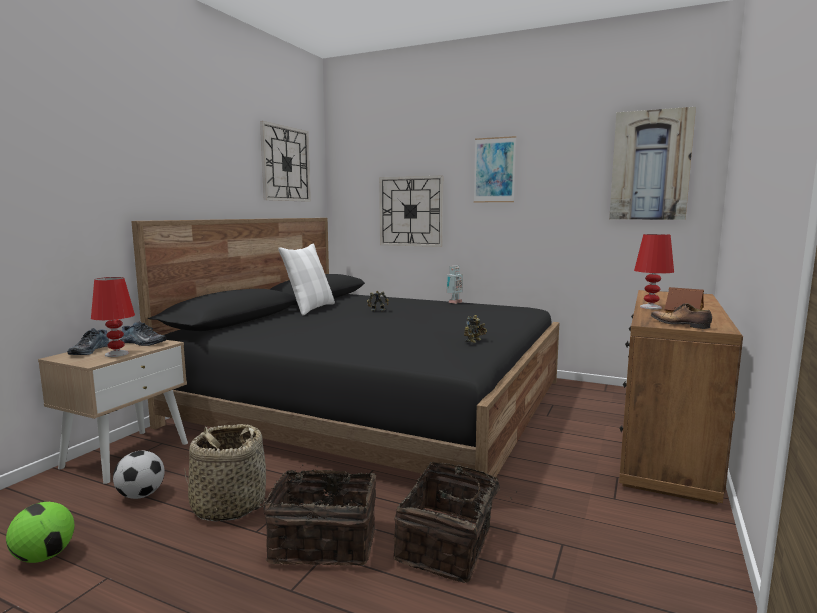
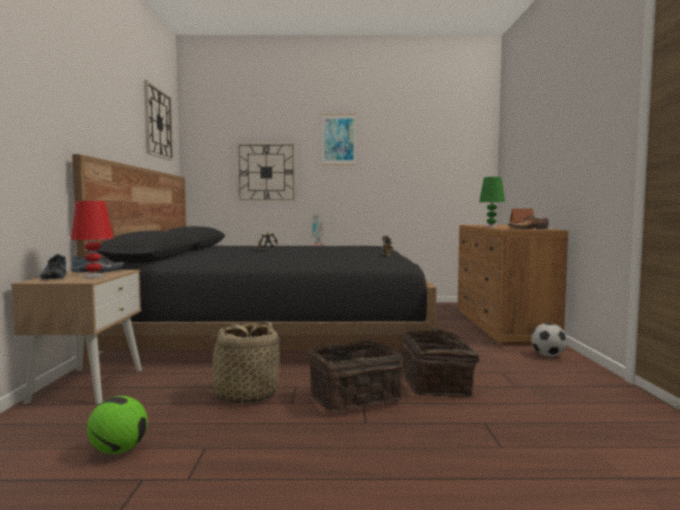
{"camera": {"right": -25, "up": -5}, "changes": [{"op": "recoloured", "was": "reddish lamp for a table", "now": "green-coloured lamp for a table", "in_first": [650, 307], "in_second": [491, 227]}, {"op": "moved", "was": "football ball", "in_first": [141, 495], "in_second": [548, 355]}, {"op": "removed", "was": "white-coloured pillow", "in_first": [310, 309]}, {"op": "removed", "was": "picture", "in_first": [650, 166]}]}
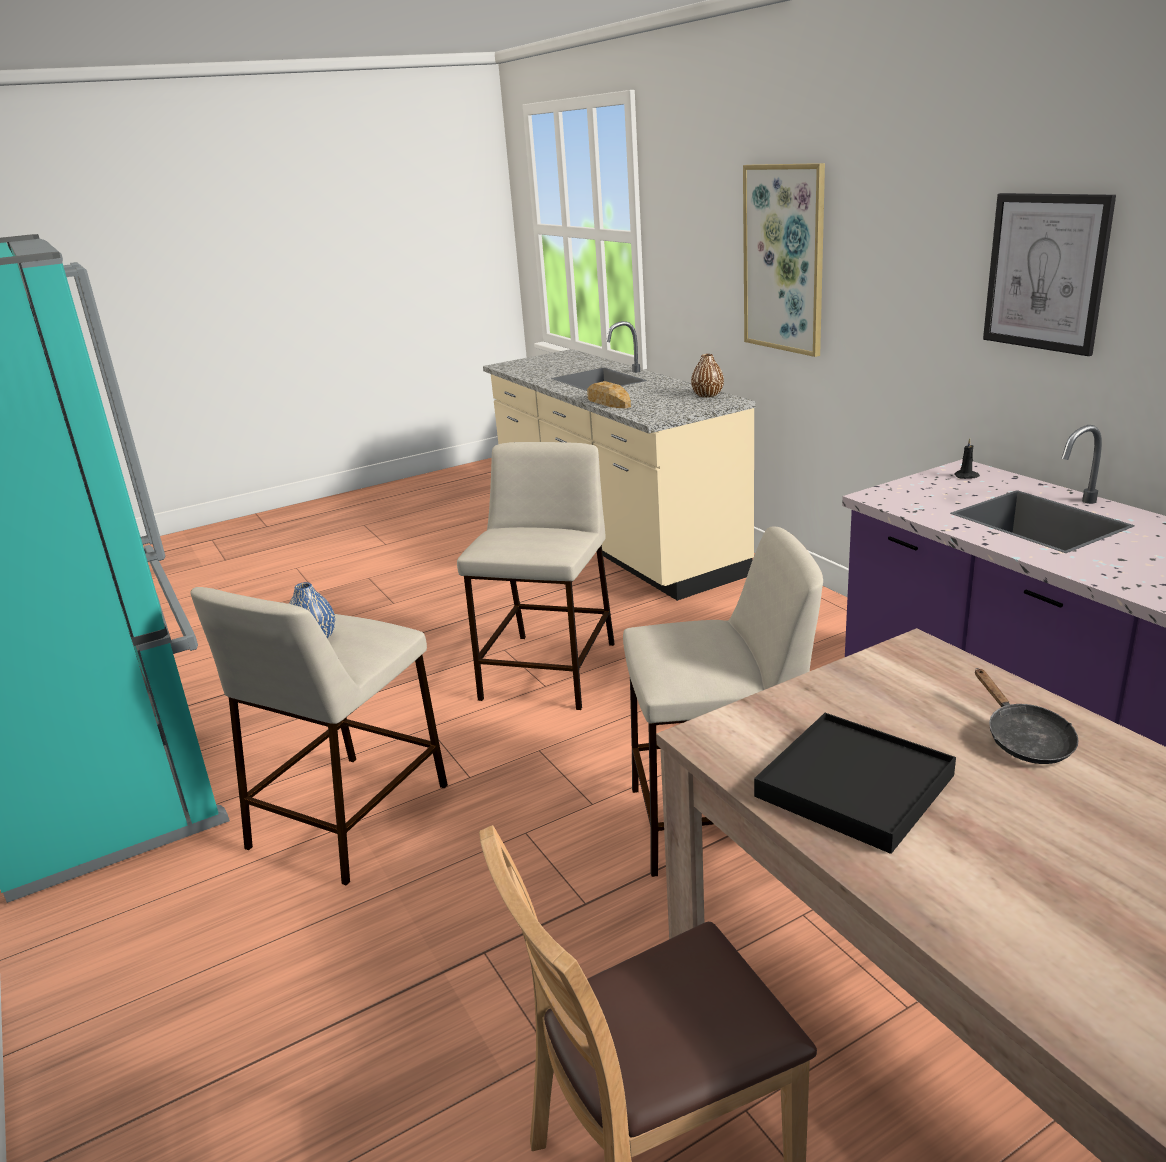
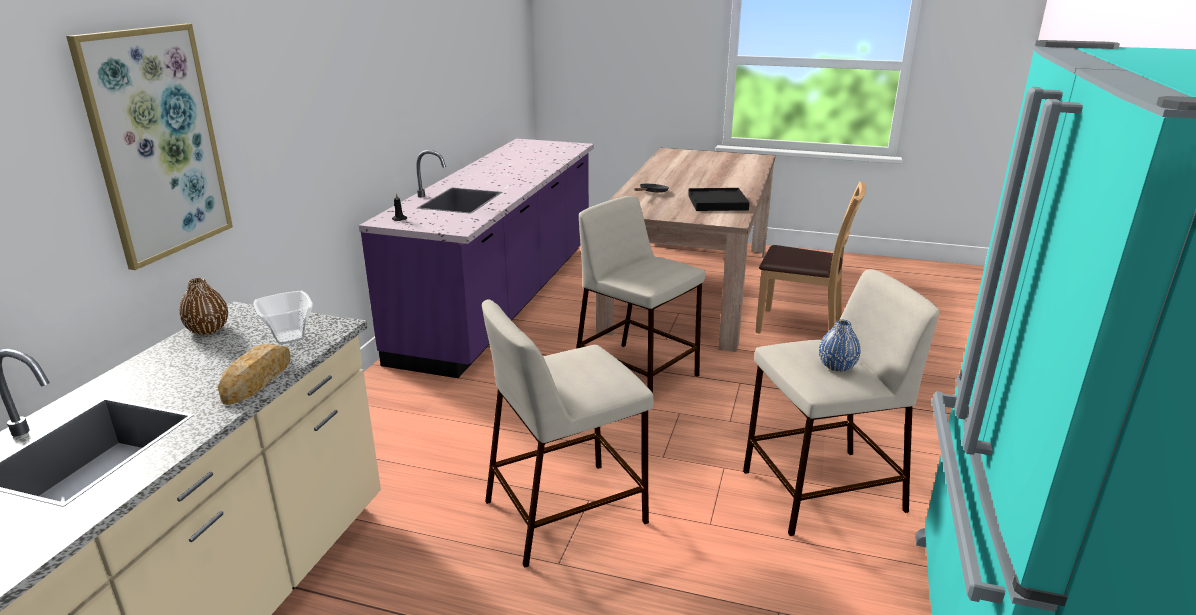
{"camera": {"right": -135, "up": 0}, "changes": [{"op": "added", "now": "bowl", "in_second": [288, 338]}, {"op": "removed", "was": "picture", "in_first": [1046, 272]}]}
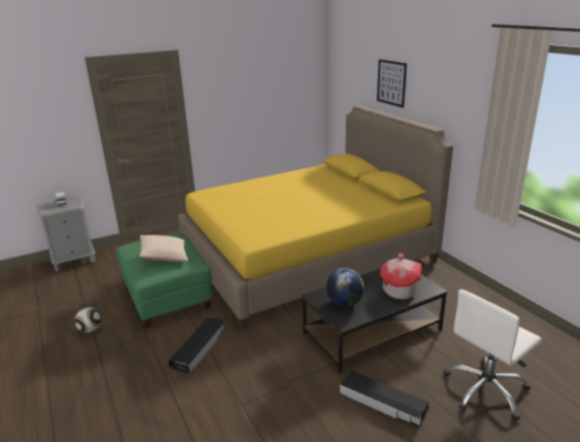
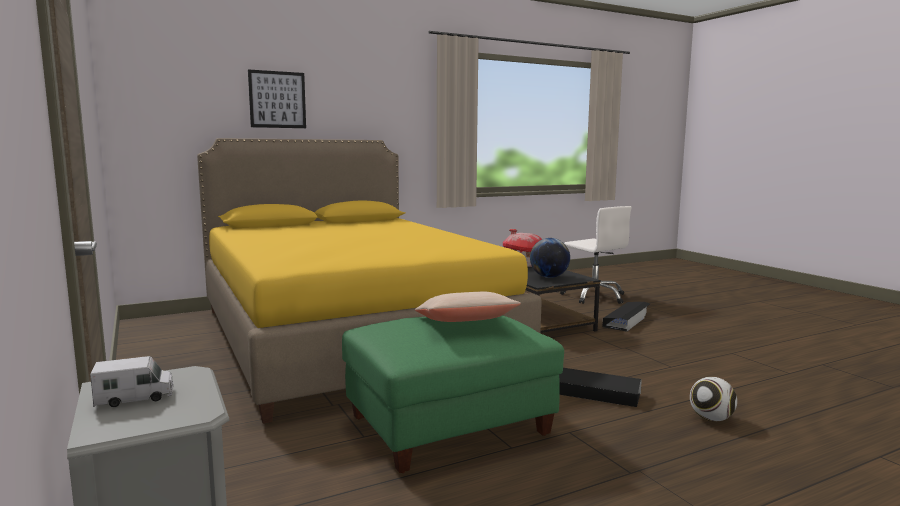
{"camera": {"right": -90, "up": -15}, "changes": [{"op": "moved", "was": "football ball", "in_first": [90, 330], "in_second": [711, 419]}]}
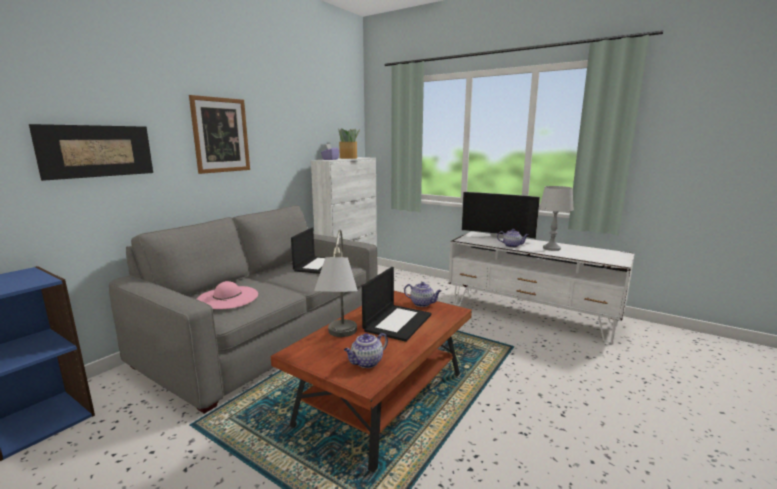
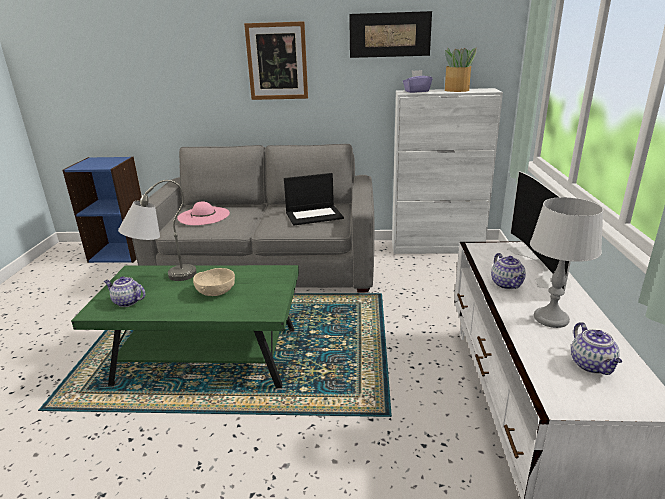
{"camera": {"right": 60, "up": 10}, "changes": [{"op": "recoloured", "was": "brownish low table", "now": "green-coloured low table", "in_first": [383, 400], "in_second": [207, 357]}, {"op": "replaced", "was": "portable computer", "now": "beige-coloured bowl", "in_first": [397, 322], "in_second": [216, 291]}, {"op": "moved", "was": "picture", "in_first": [97, 151], "in_second": [390, 35]}, {"op": "moved", "was": "teapot", "in_first": [422, 304], "in_second": [592, 365]}]}
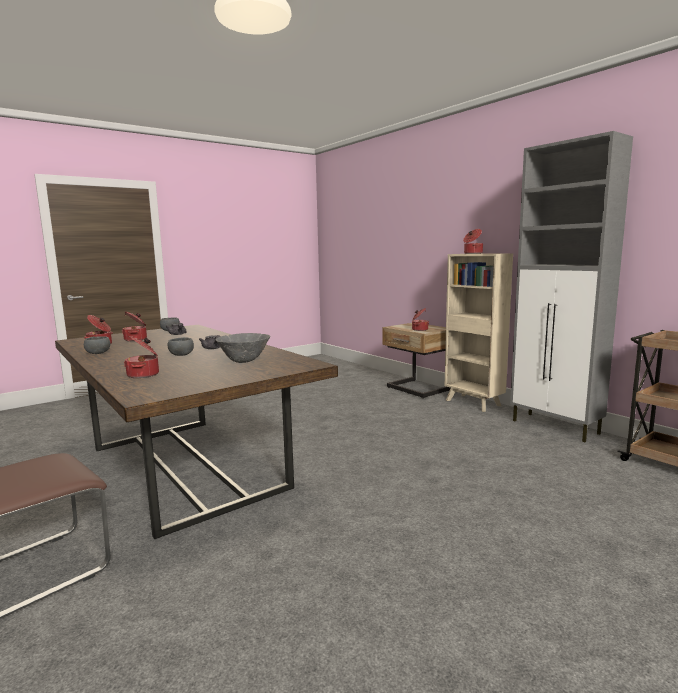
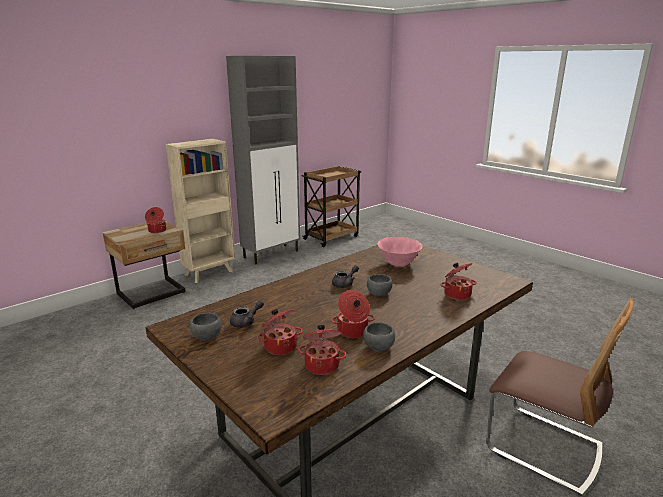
{"camera": {"right": -95, "up": 10}, "changes": [{"op": "moved", "was": "saucepot", "in_first": [472, 253], "in_second": [352, 331]}, {"op": "recoloured", "was": "grey bowl", "now": "pink bowl", "in_first": [244, 362], "in_second": [398, 264]}]}
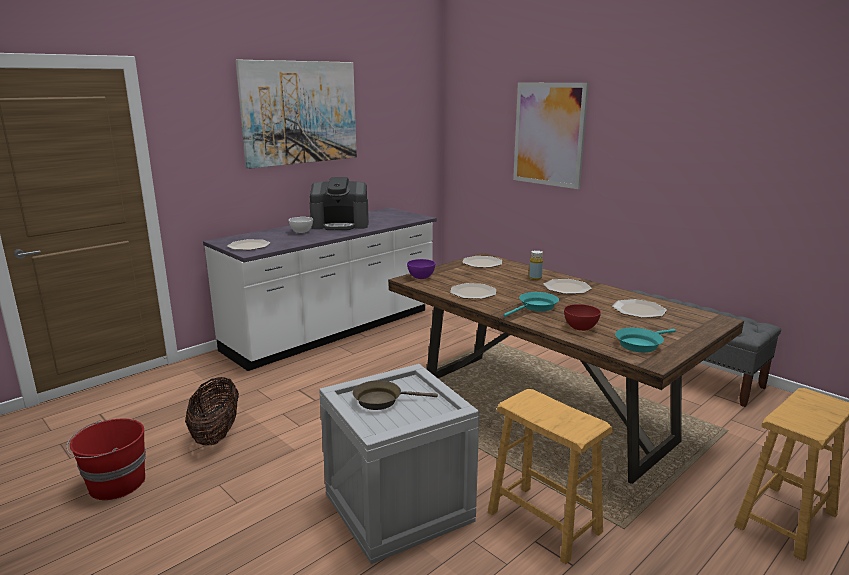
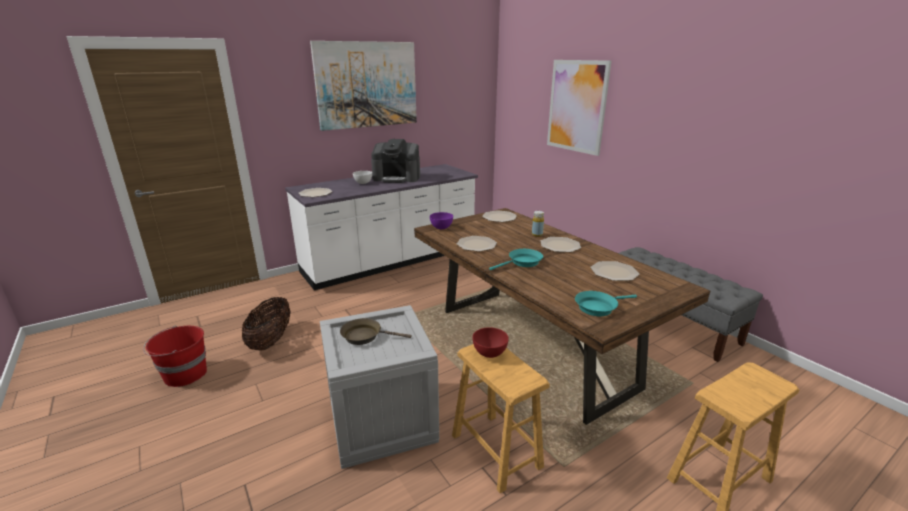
{"camera": {"right": 10, "up": 5}, "changes": [{"op": "moved", "was": "reddish bowl", "in_first": [580, 328], "in_second": [489, 353]}]}
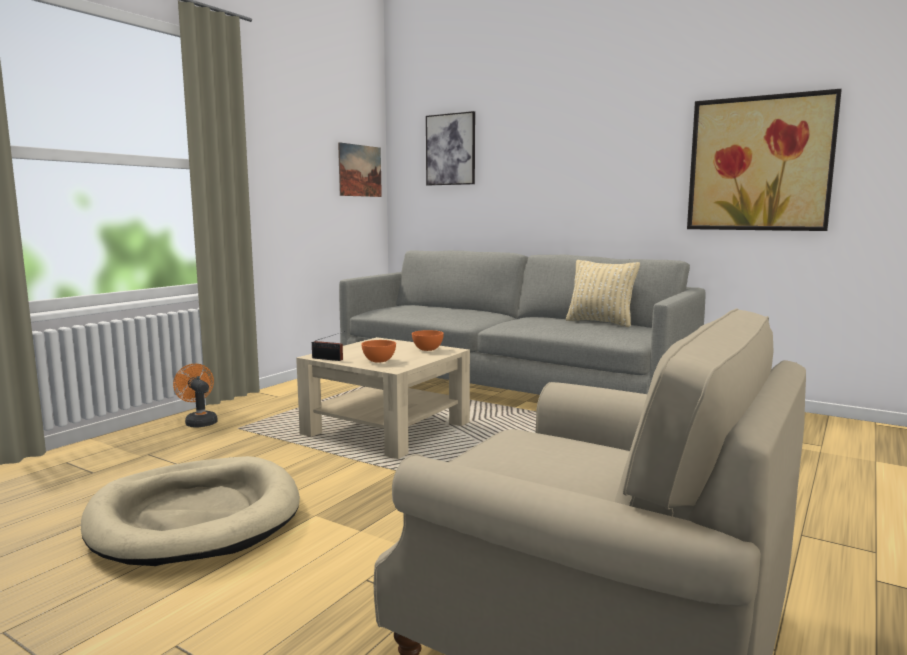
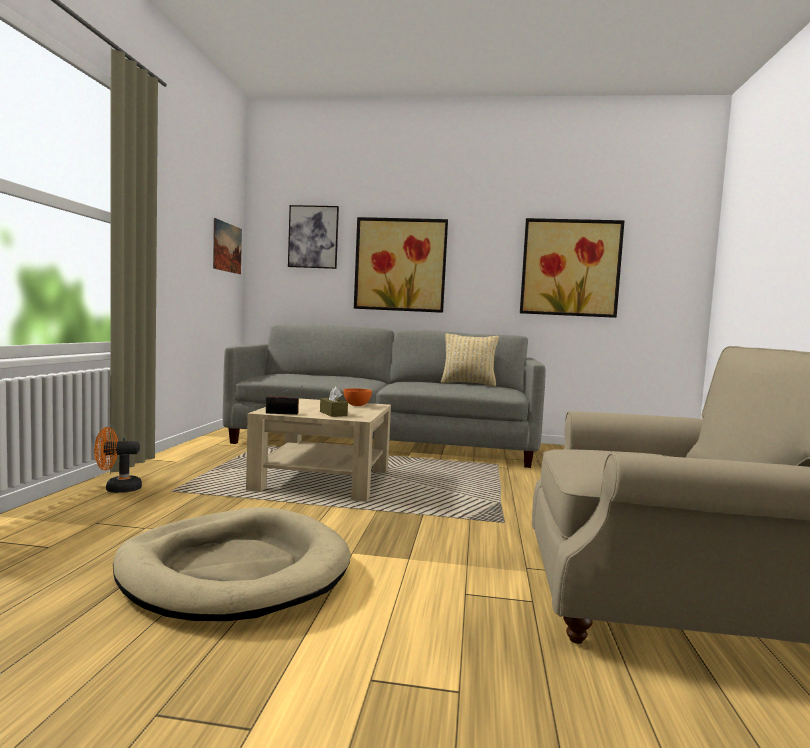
{"camera": {"right": -25, "up": -5}, "changes": [{"op": "turned", "was": "orangey fan", "in_first": [199, 422], "in_second": [117, 489], "clockwise": -45}, {"op": "replaced", "was": "orangey bowl", "now": "brownish tissue box", "in_first": [378, 361], "in_second": [333, 413]}, {"op": "added", "now": "picture", "in_second": [400, 265]}]}
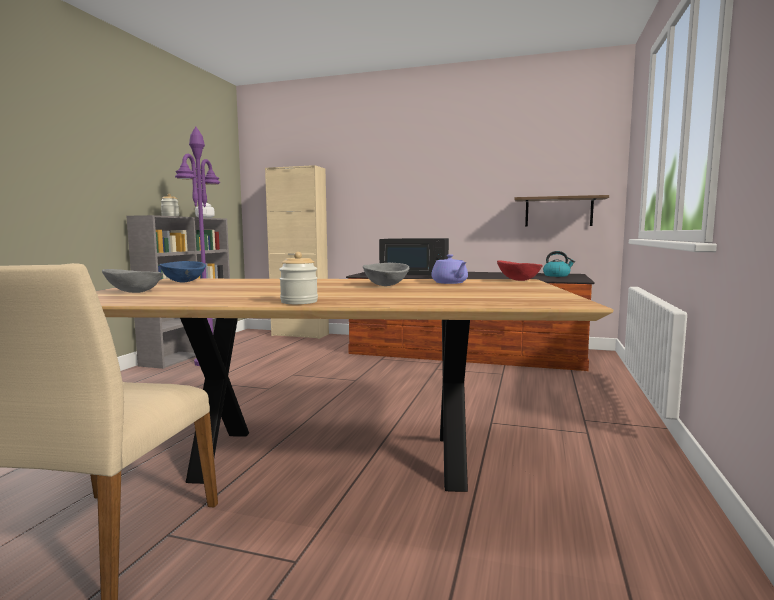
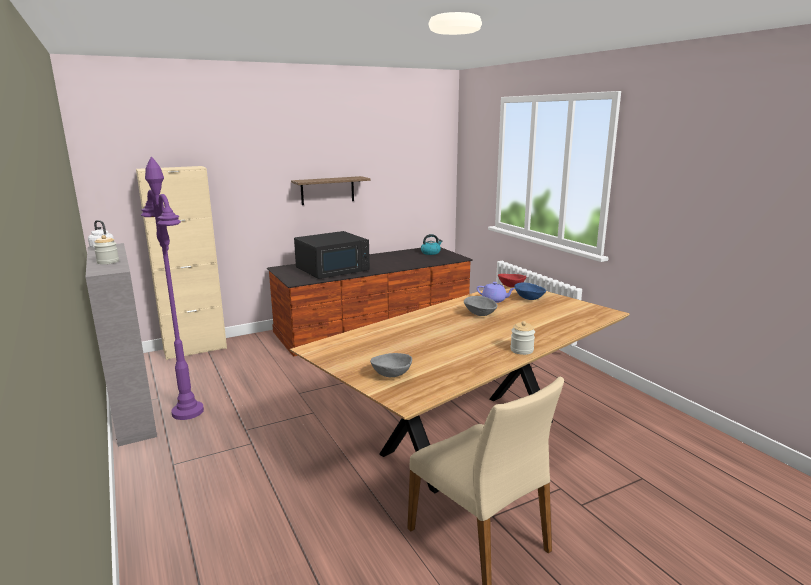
{"camera": {"right": -45, "up": 10}, "changes": [{"op": "moved", "was": "shelf", "in_first": [558, 212], "in_second": [327, 190]}, {"op": "moved", "was": "blue-coloured bowl", "in_first": [183, 282], "in_second": [529, 299]}]}
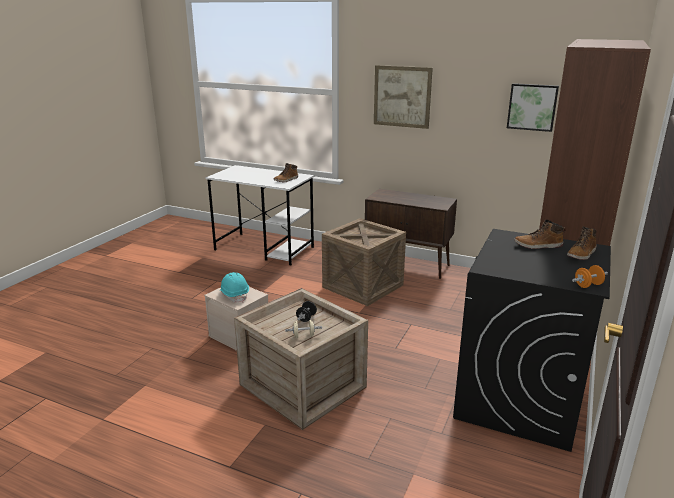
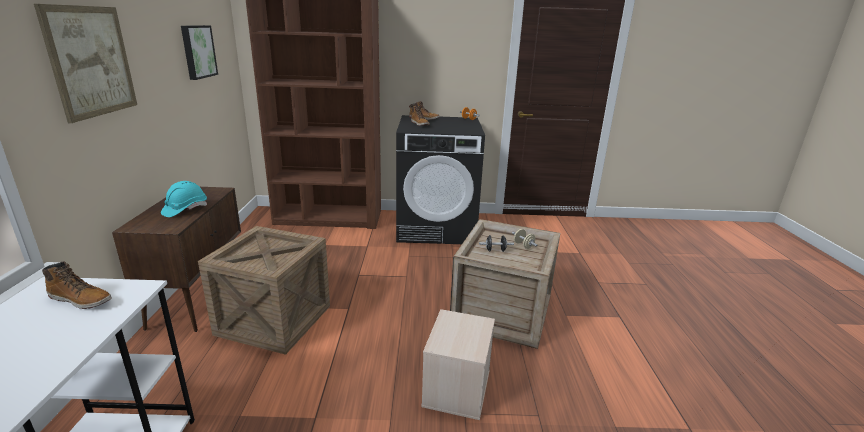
{"camera": {"right": -115, "up": 0}, "changes": [{"op": "moved", "was": "turquoise work helmet", "in_first": [234, 295], "in_second": [185, 209]}]}
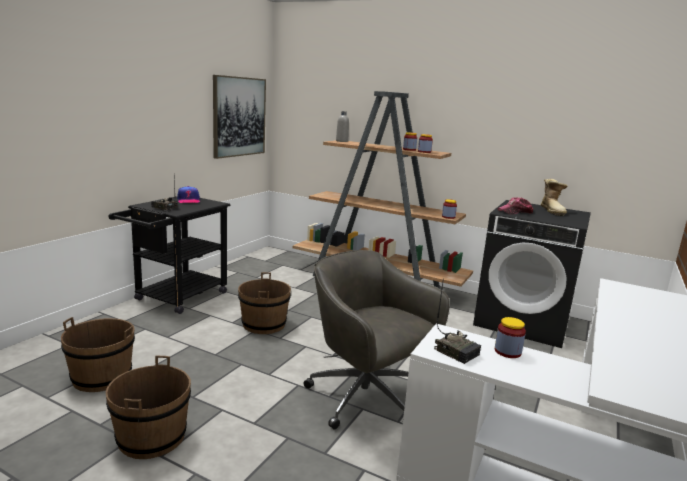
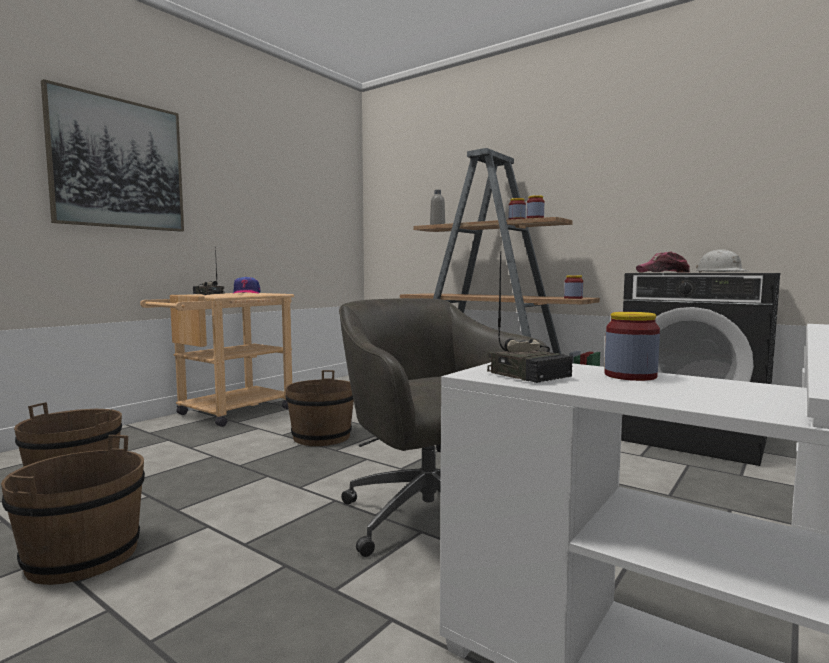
{"camera": {"right": 10, "up": -10}, "changes": [{"op": "moved", "was": "picture", "in_first": [239, 117], "in_second": [118, 164]}, {"op": "recoloured", "was": "blackish cart", "now": "beige-coloured cart", "in_first": [176, 298], "in_second": [227, 413]}, {"op": "replaced", "was": "tall boot", "now": "white-coloured work helmet", "in_first": [553, 211], "in_second": [721, 272]}]}
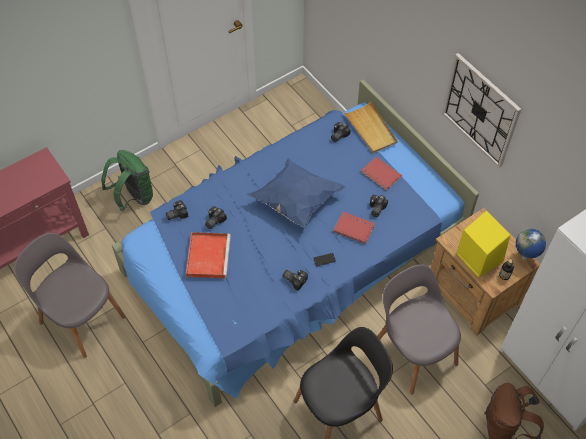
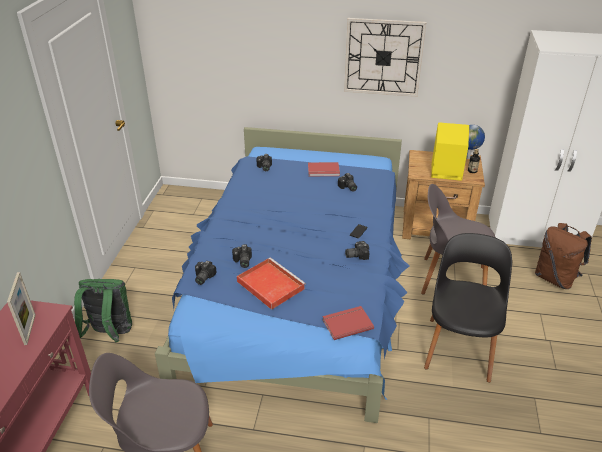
{"camera": {"right": -45, "up": -20}, "changes": [{"op": "added", "now": "picture frame", "in_second": [30, 329]}, {"op": "moved", "was": "reddish bound book", "in_first": [354, 227], "in_second": [347, 323]}, {"op": "removed", "was": "blue-coloured pillow", "in_first": [295, 201]}, {"op": "removed", "was": "beige-coloured serving tray", "in_first": [370, 129]}]}
